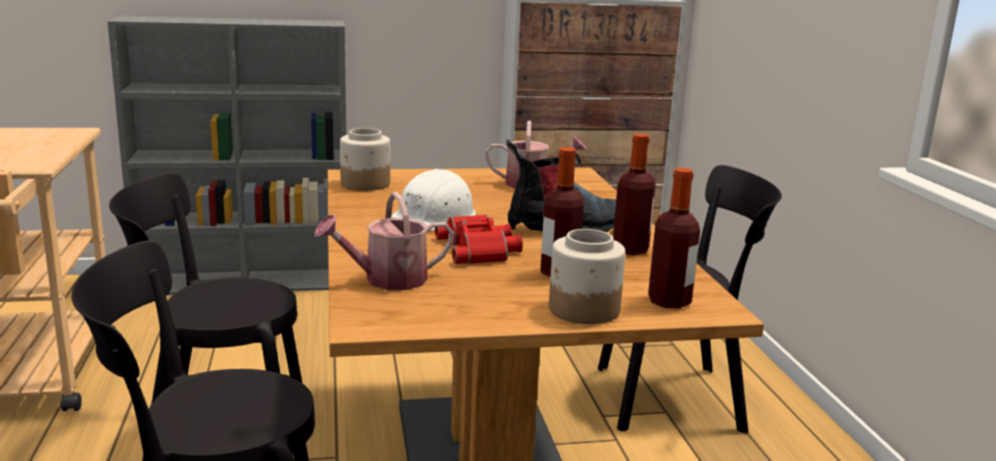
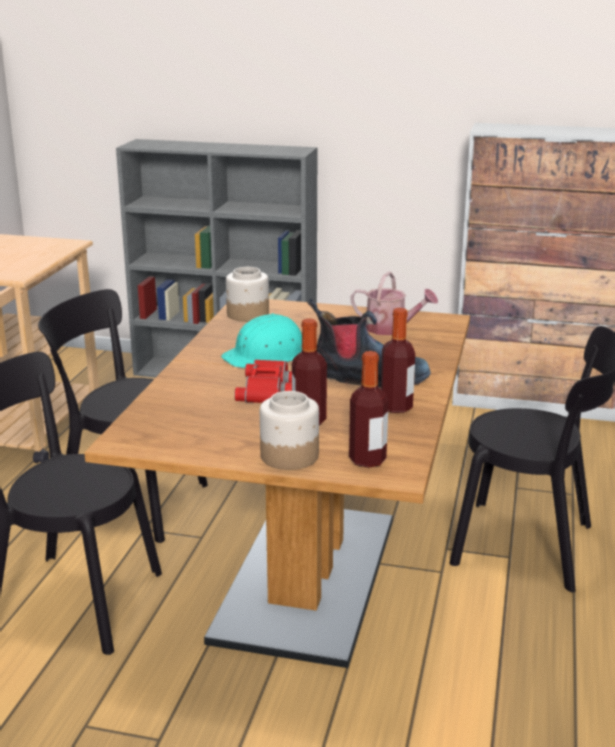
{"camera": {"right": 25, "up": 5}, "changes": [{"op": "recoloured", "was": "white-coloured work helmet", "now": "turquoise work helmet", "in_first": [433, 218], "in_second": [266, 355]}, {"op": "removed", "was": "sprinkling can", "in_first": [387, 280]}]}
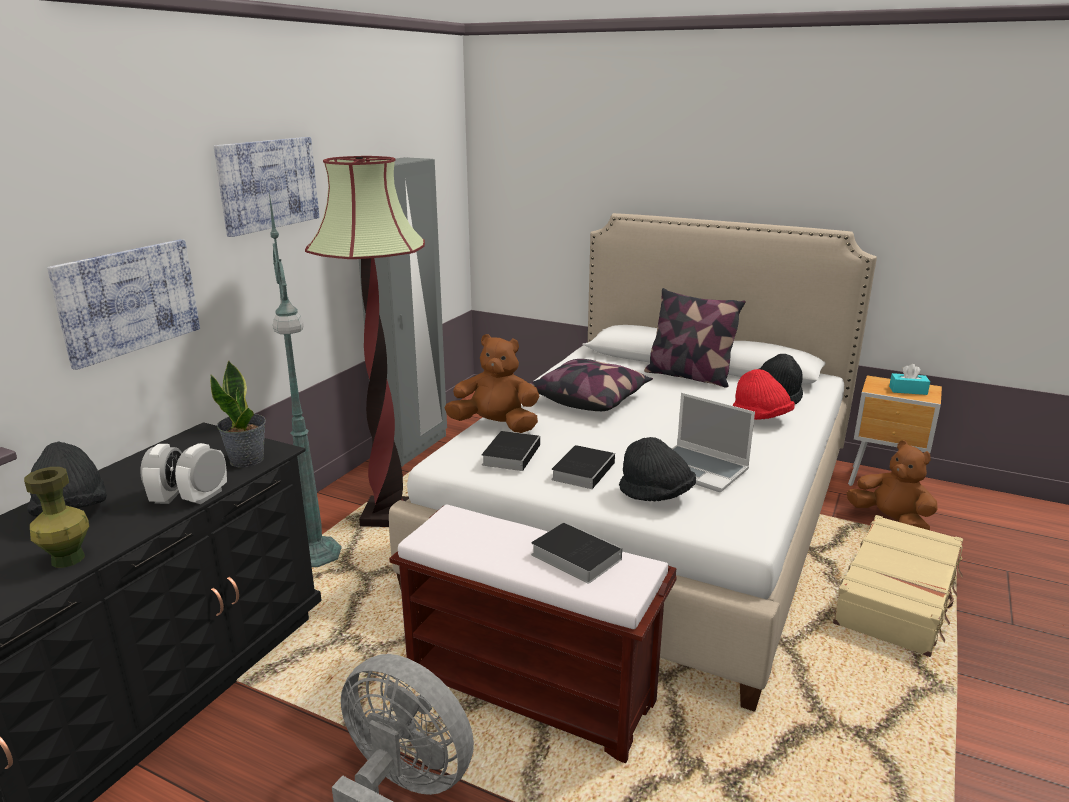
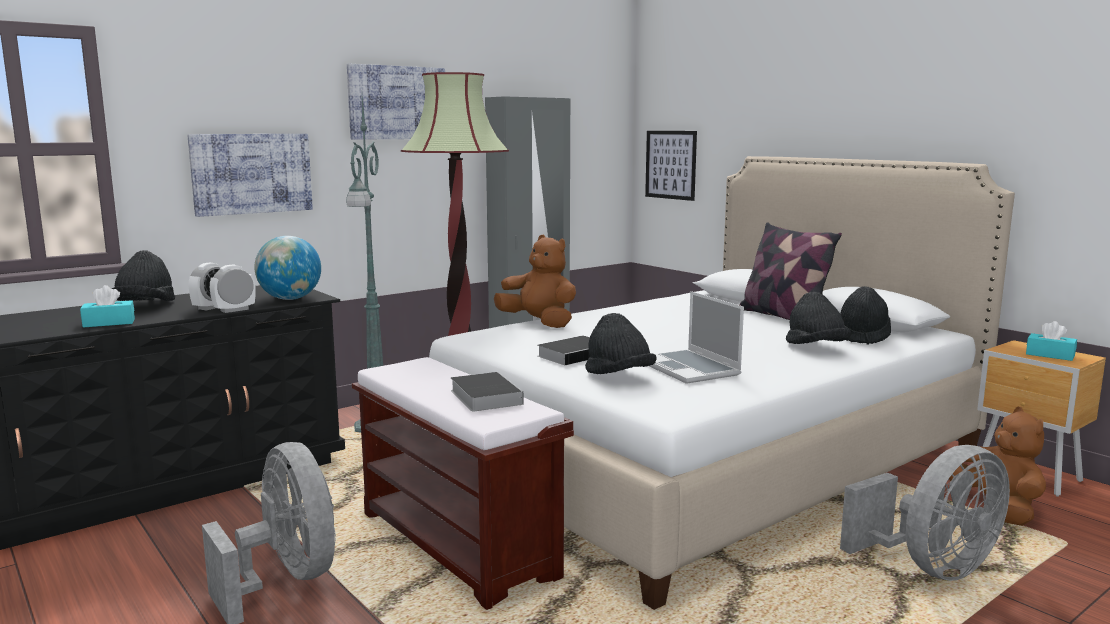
{"camera": {"right": 25, "up": -10}, "changes": [{"op": "replaced", "was": "green-coloured decorative vase", "now": "turquoise tissue box", "in_first": [67, 559], "in_second": [109, 323]}, {"op": "replaced", "was": "potted plant", "now": "world globe", "in_first": [247, 460], "in_second": [290, 299]}, {"op": "added", "now": "picture", "in_second": [670, 164]}, {"op": "recoloured", "was": "reddish wearable hat", "now": "blackish wearable hat", "in_first": [760, 418], "in_second": [815, 348]}, {"op": "replaced", "was": "beige-coloured piece of luggage", "now": "grey fan", "in_first": [898, 597], "in_second": [932, 568]}, {"op": "removed", "was": "bound book", "in_first": [511, 454]}, {"op": "removed", "was": "pillow", "in_first": [590, 399]}]}
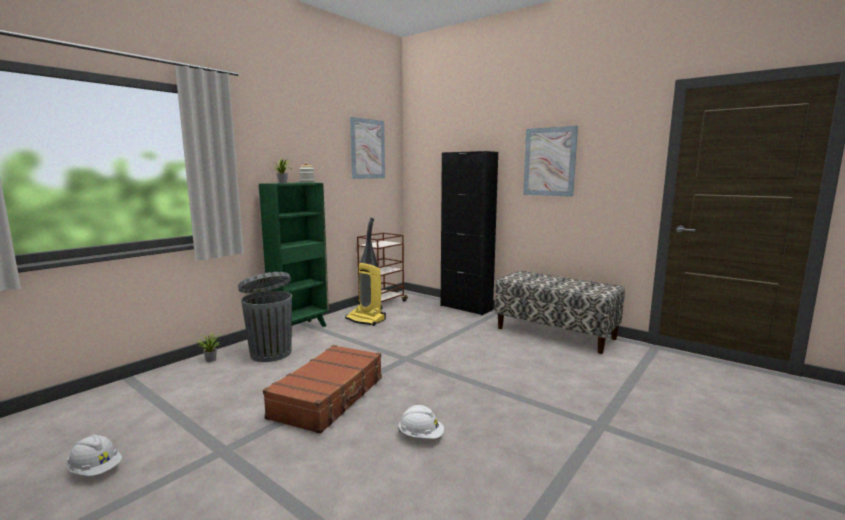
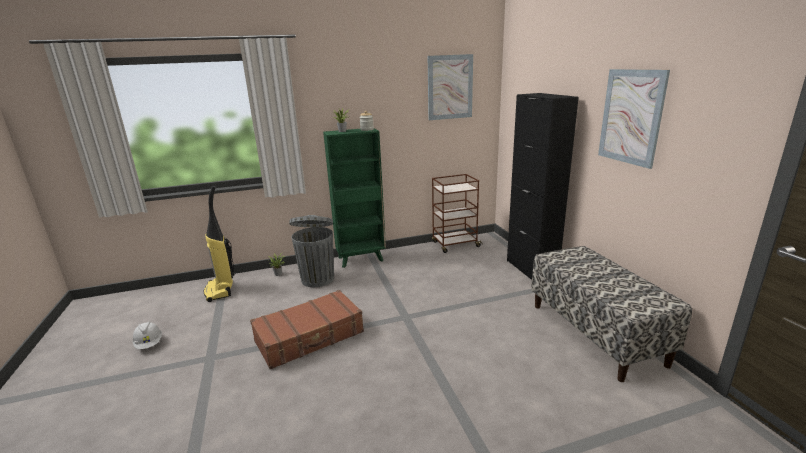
{"camera": {"right": 35, "up": 10}, "changes": [{"op": "moved", "was": "hoover", "in_first": [366, 320], "in_second": [220, 290]}, {"op": "removed", "was": "white-coloured work helmet", "in_first": [421, 436]}]}
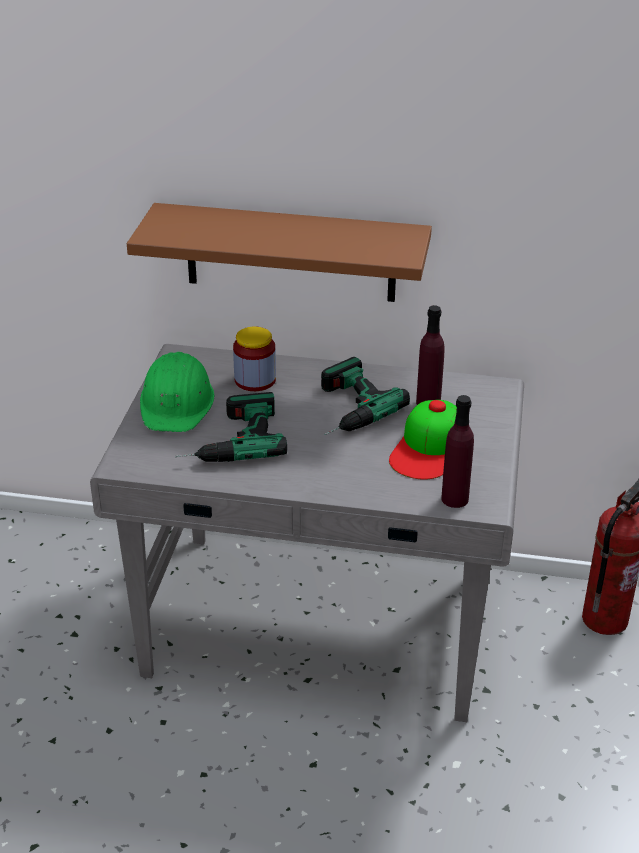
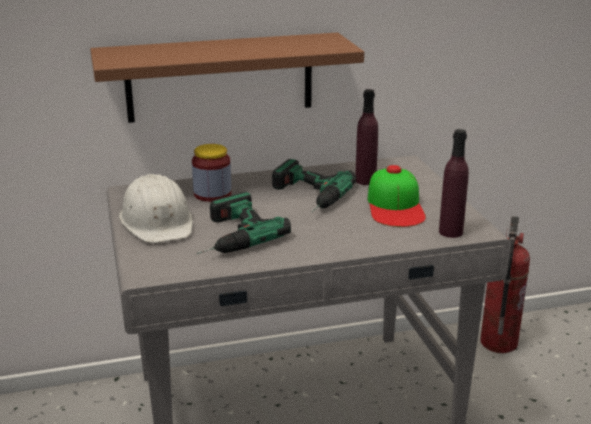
{"camera": {"right": -25, "up": -10}, "changes": [{"op": "recoloured", "was": "green-coloured work helmet", "now": "white-coloured work helmet", "in_first": [177, 403], "in_second": [157, 221]}]}
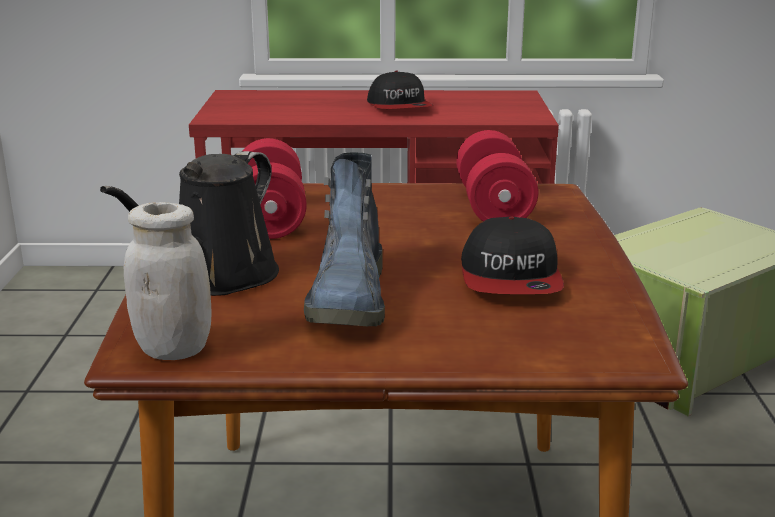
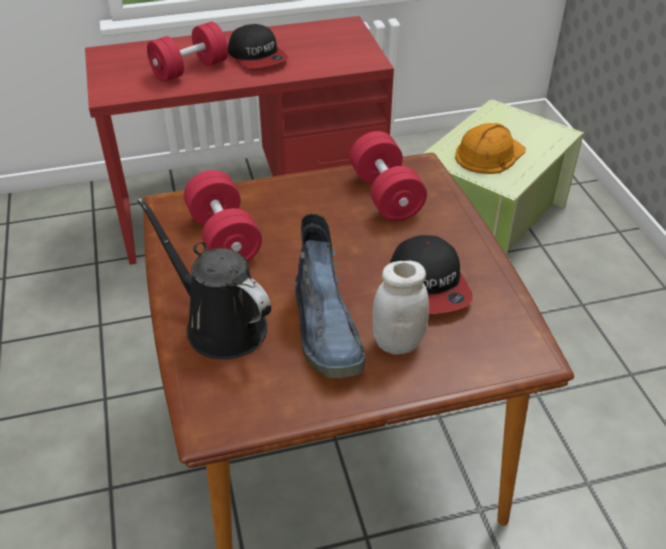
{"camera": {"right": -15, "up": 20}, "changes": [{"op": "turned", "was": "blackish sprinkling can", "in_first": [217, 278], "in_second": [220, 324], "clockwise": 120}, {"op": "added", "now": "reddish free weight", "in_second": [190, 69]}, {"op": "moved", "was": "white-coloured preserve jar", "in_first": [174, 349], "in_second": [397, 342]}, {"op": "added", "now": "orangey work helmet", "in_second": [489, 154]}]}
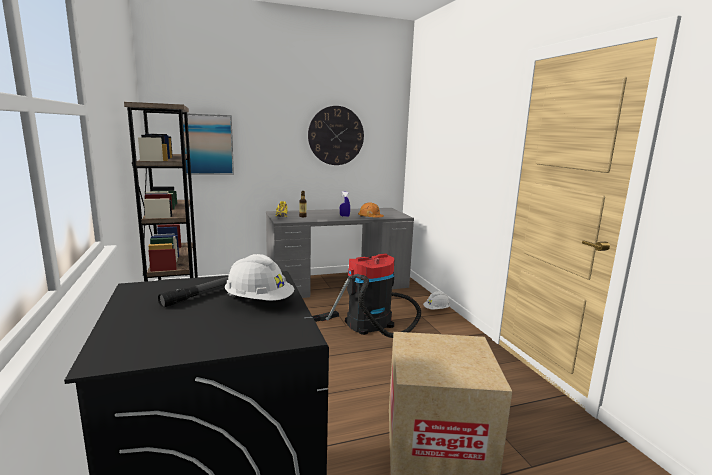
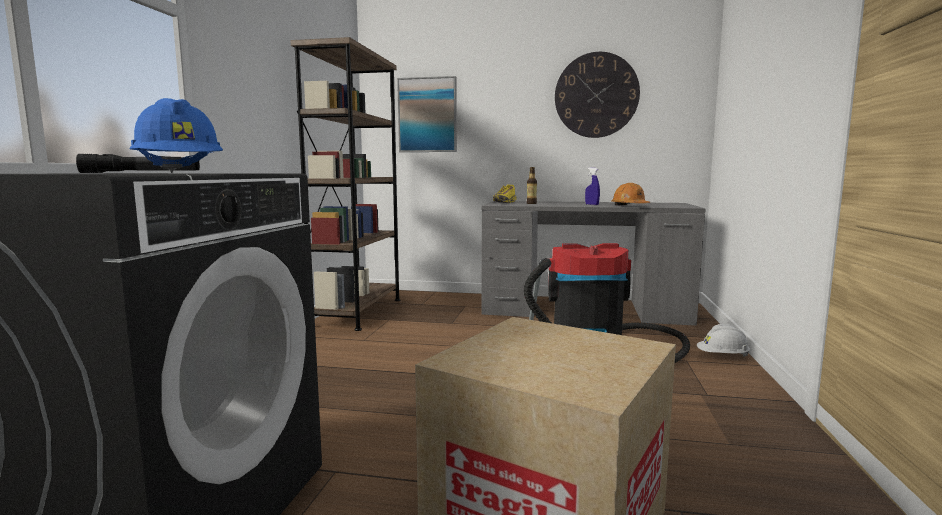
{"camera": {"right": 30, "up": -5}, "changes": [{"op": "recoloured", "was": "white-coloured work helmet", "now": "blue-coloured work helmet", "in_first": [259, 301], "in_second": [180, 173]}]}
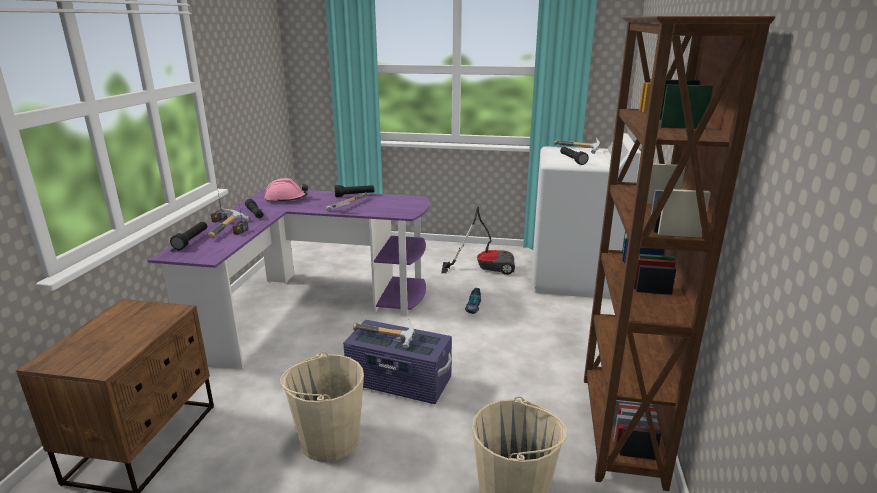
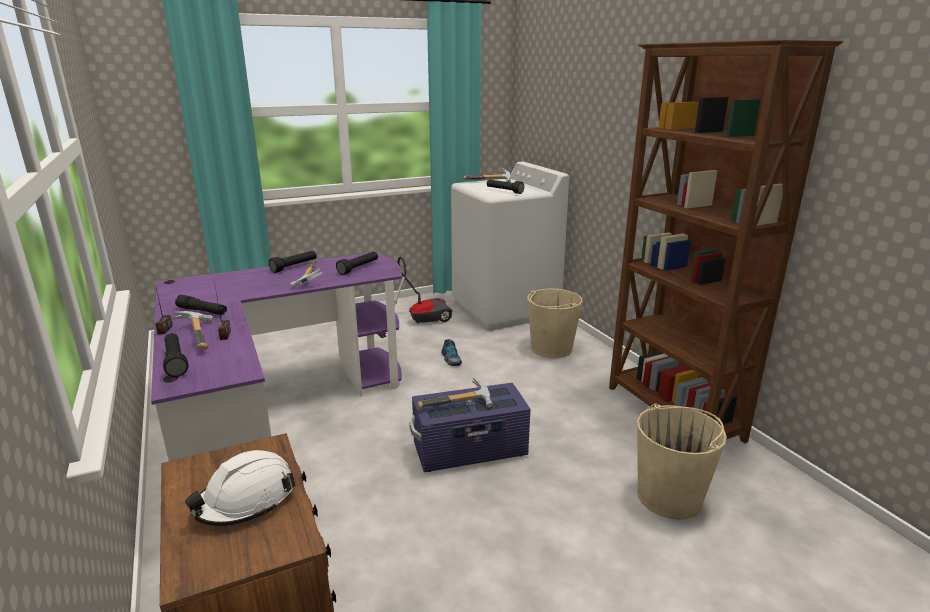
{"camera": {"right": -35, "up": 0}, "changes": [{"op": "added", "now": "white-coloured work helmet", "in_second": [246, 500]}, {"op": "added", "now": "blackish hand torch", "in_second": [359, 268]}, {"op": "moved", "was": "beige-coloured water bucket", "in_first": [329, 440], "in_second": [551, 348]}, {"op": "removed", "was": "pink work helmet", "in_first": [286, 199]}]}
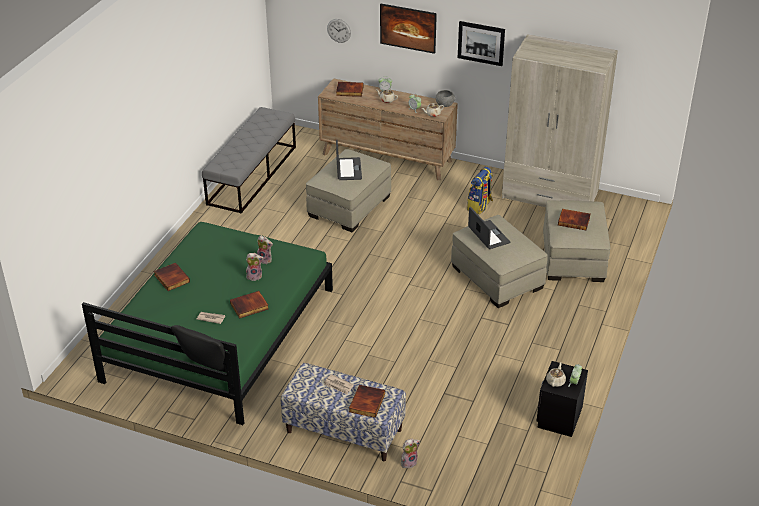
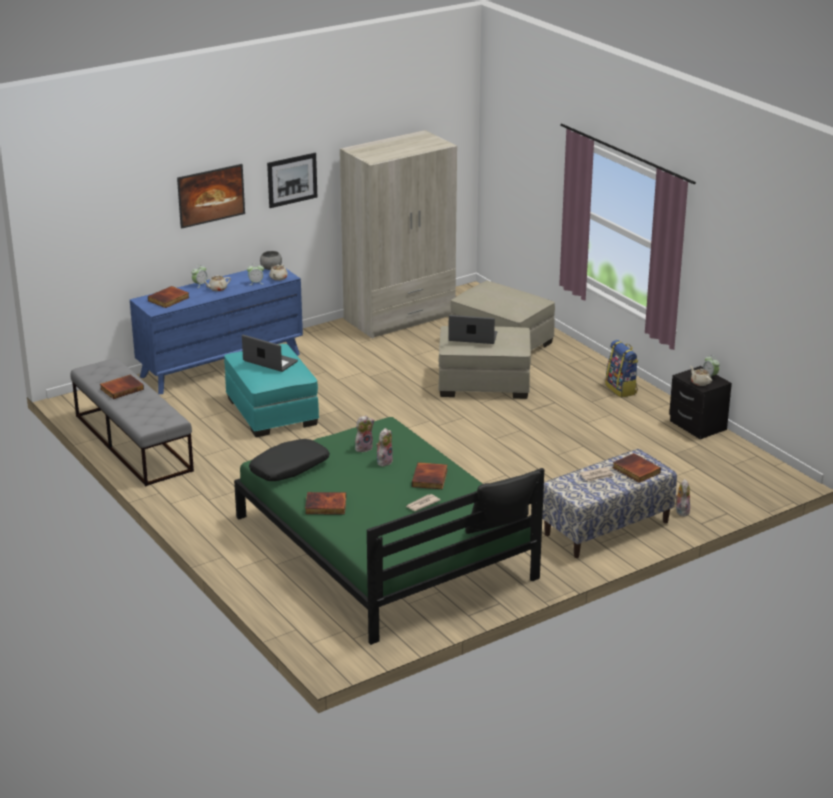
{"camera": {"right": -55, "up": -10}, "changes": [{"op": "moved", "was": "bound book", "in_first": [574, 221], "in_second": [121, 388]}, {"op": "recoloured", "was": "brownish chest of drawers", "now": "blue-coloured chest of drawers", "in_first": [387, 158], "in_second": [221, 365]}, {"op": "recoloured", "was": "beige-coloured ottoman", "now": "turquoise ottoman", "in_first": [350, 205], "in_second": [271, 411]}, {"op": "added", "now": "blackish pillow", "in_second": [290, 468]}, {"op": "moved", "was": "rucksack", "in_first": [480, 206], "in_second": [621, 389]}, {"op": "removed", "was": "hanging clock", "in_first": [339, 30]}]}
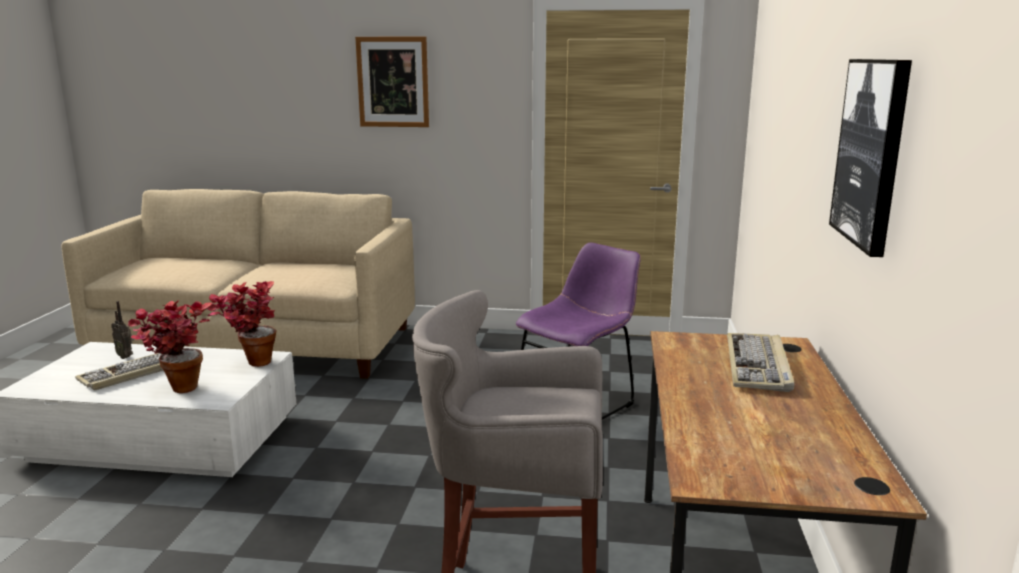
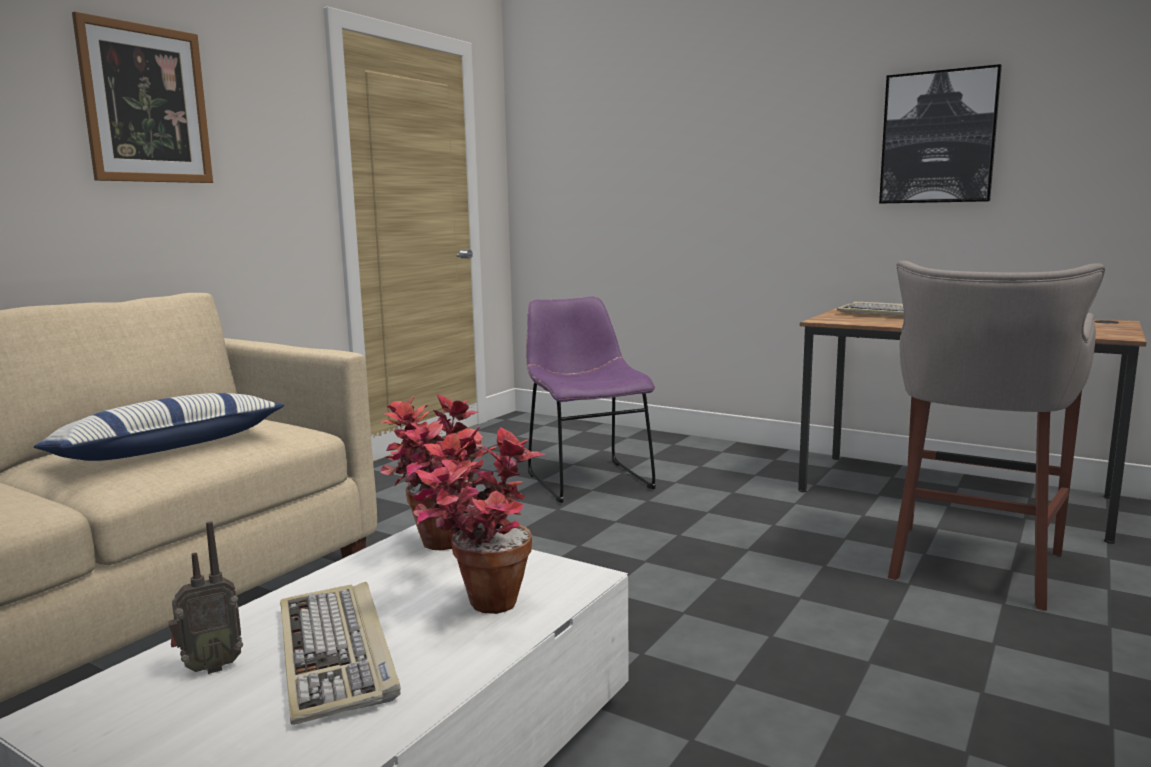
{"camera": {"right": -65, "up": -5}, "changes": [{"op": "added", "now": "pillow", "in_second": [167, 449]}]}
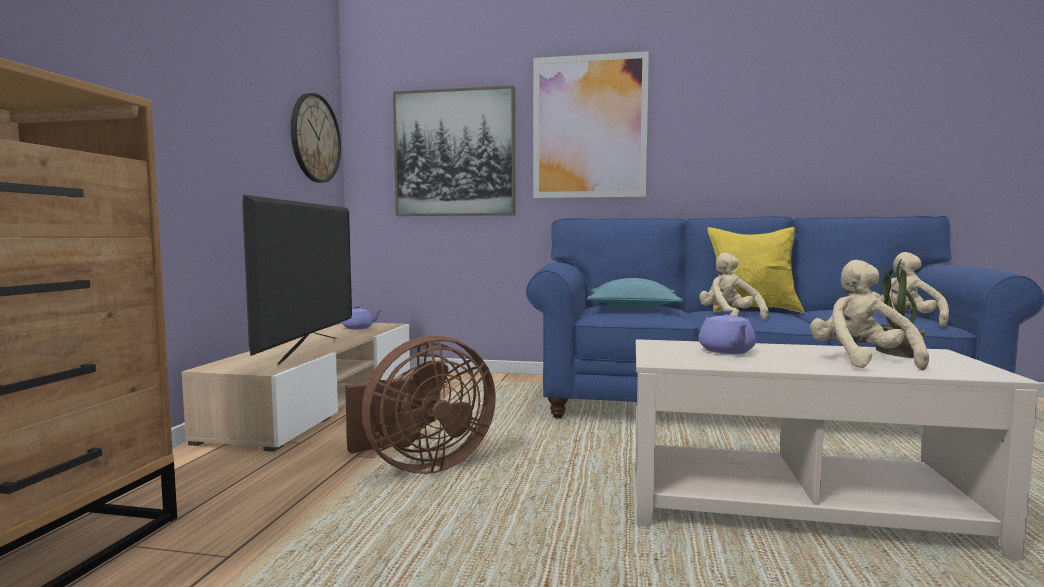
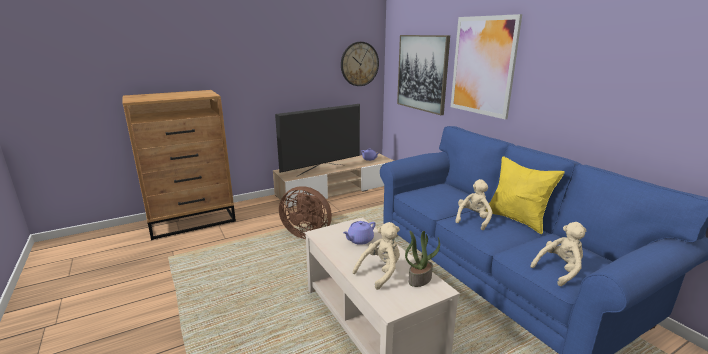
{"camera": {"right": 50, "up": 15}, "changes": [{"op": "removed", "was": "turquoise pillow", "in_first": [633, 308]}]}
